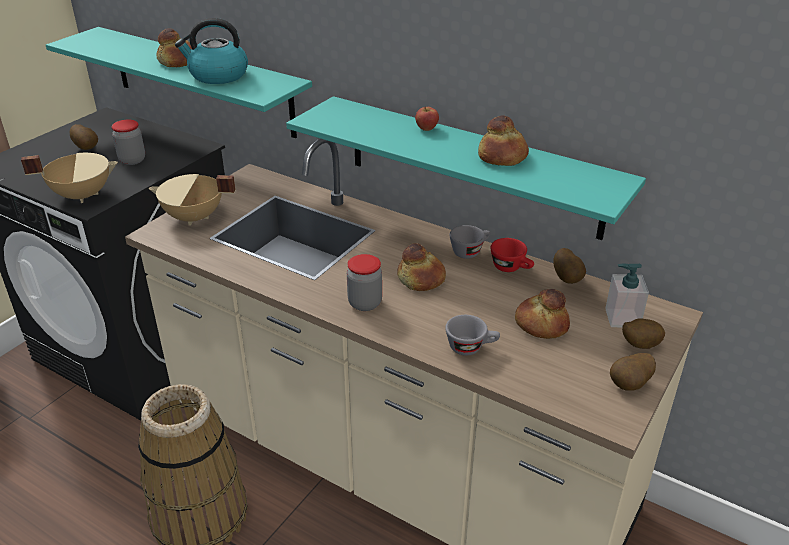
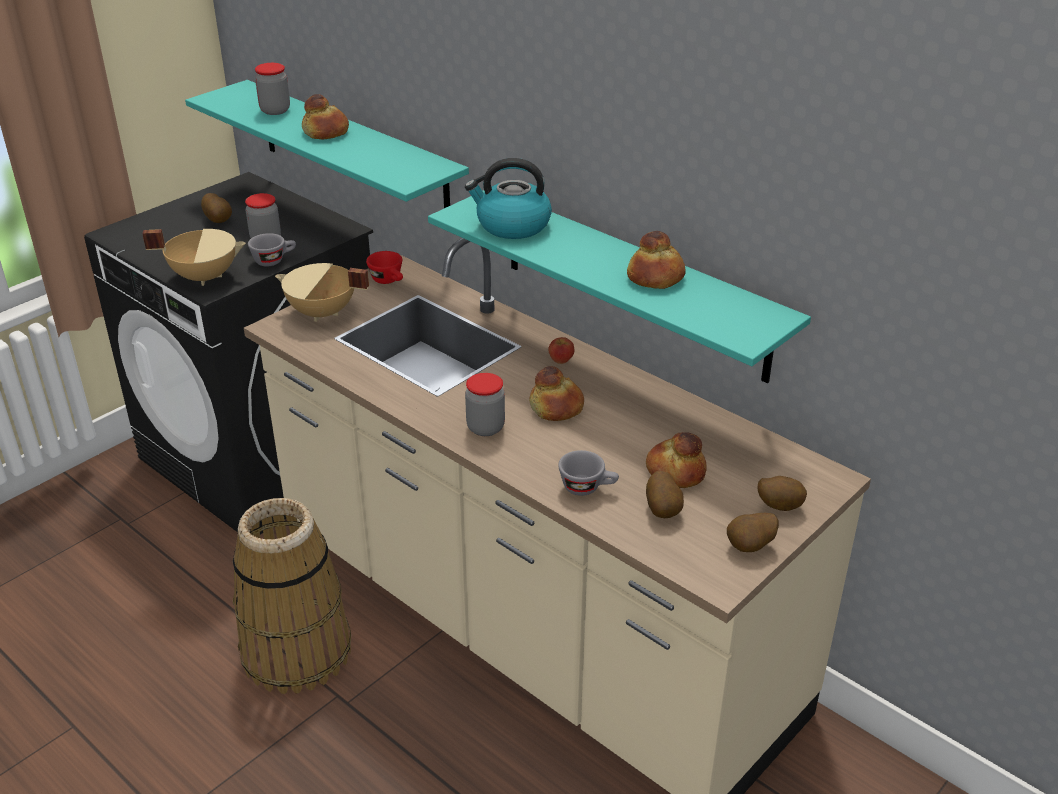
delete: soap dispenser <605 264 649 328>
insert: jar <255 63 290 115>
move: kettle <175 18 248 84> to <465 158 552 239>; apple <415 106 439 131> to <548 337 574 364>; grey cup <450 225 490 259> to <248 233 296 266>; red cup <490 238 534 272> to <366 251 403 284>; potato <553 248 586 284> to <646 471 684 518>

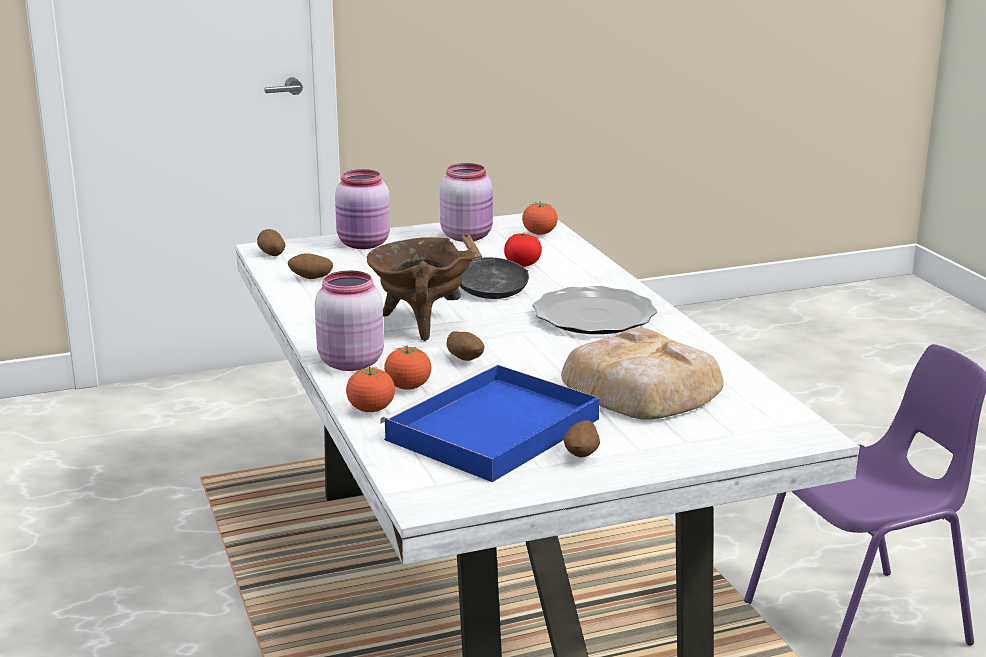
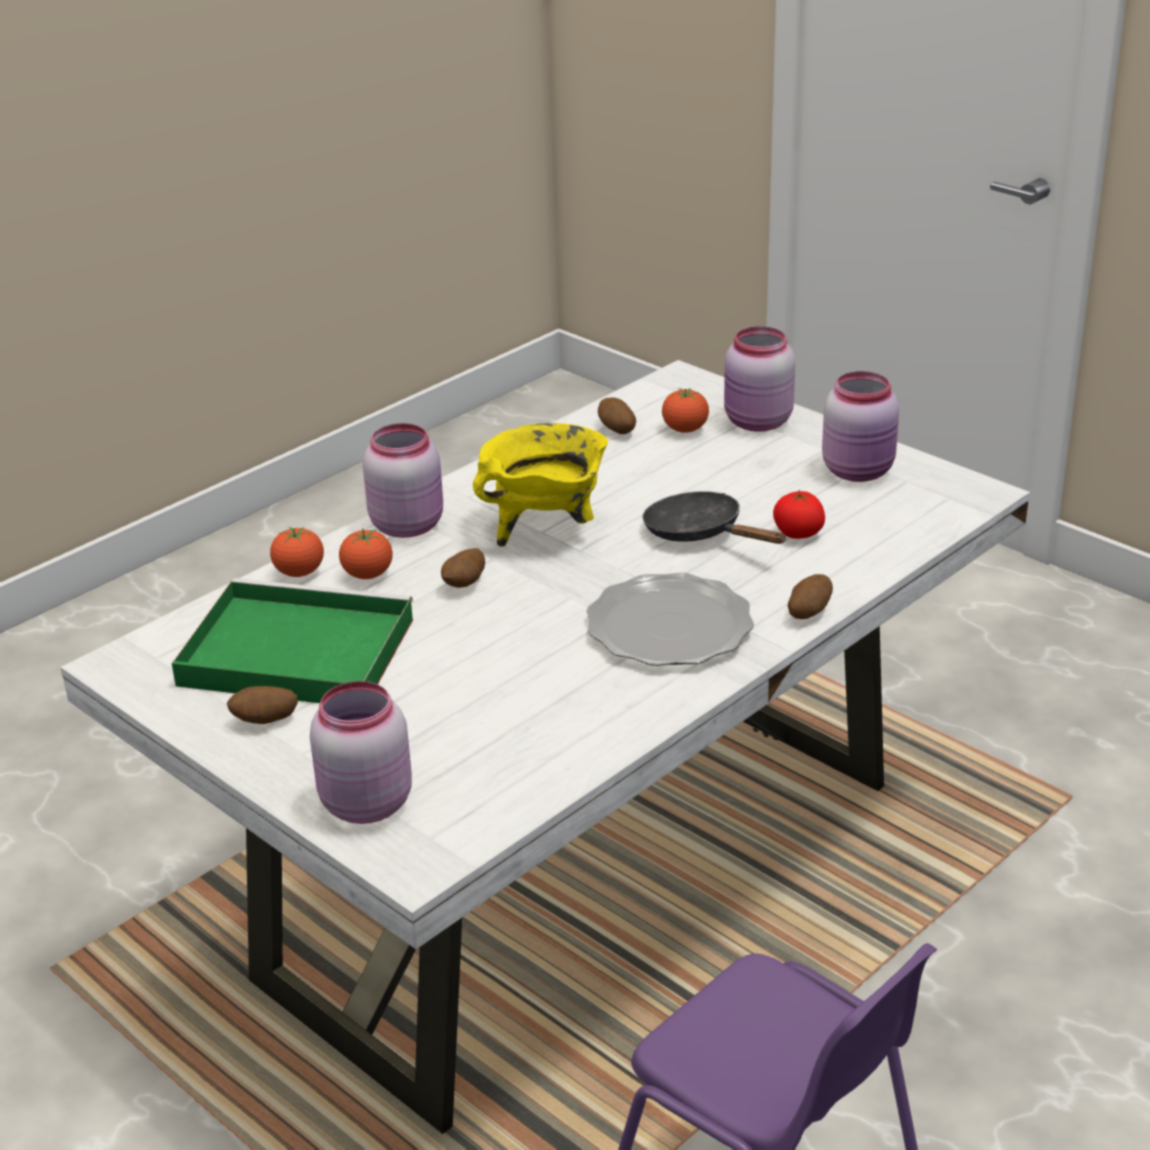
delete: bread <561 327 724 420>
insert: pink jar <310 681 412 824>
move: potato <257 229 285 256> to <788 574 833 619>; tomato <522 202 558 235> to <662 388 709 433>
recolor: brown cooking pot <367 237 475 341> to yellow cooking pot <473 423 608 547>; blue tray <380 363 600 482> to green tray <172 578 414 703>
rotate: black frying pan <460 234 529 299> = <642 491 786 544> 90 degrees clockwise

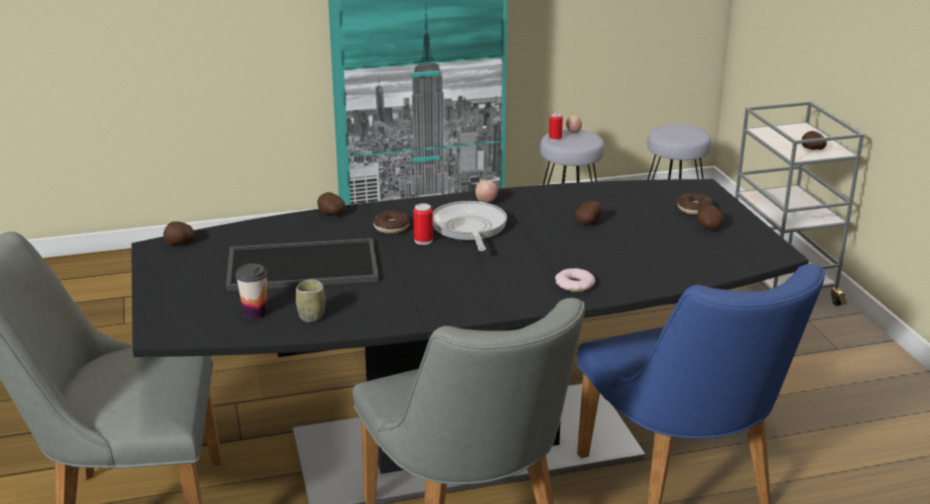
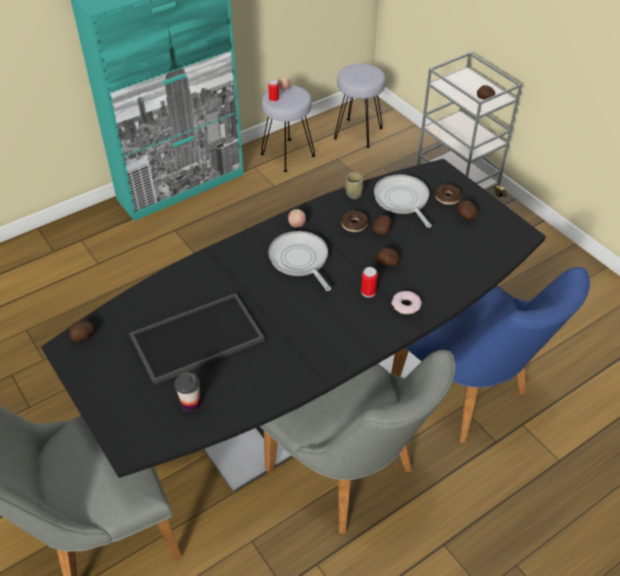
insert: frying pan <374 175 432 228>
move: cup <296 279 325 323> to <345 172 364 199>; potato <317 192 345 215> to <376 248 400 266>; donut <373 211 410 234> to <341 211 369 232>; can <413 204 433 245> to <361 267 378 298>

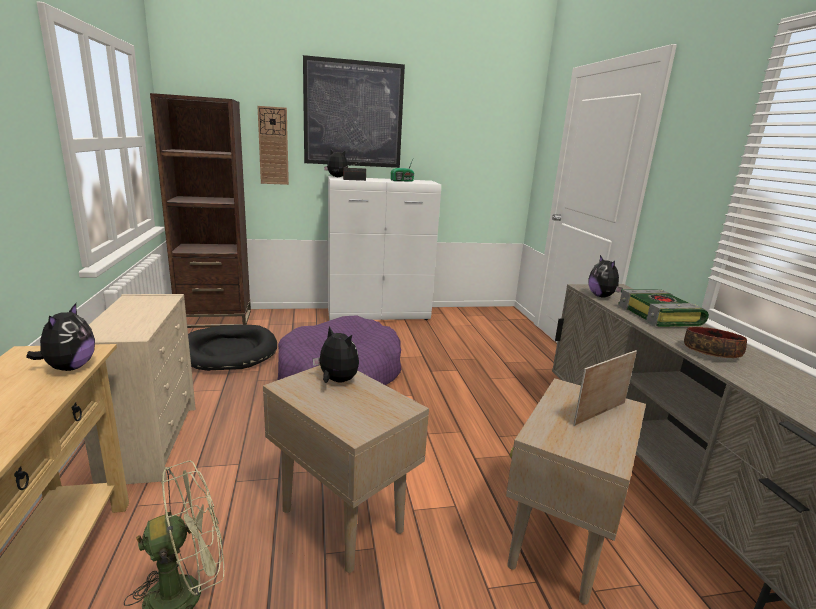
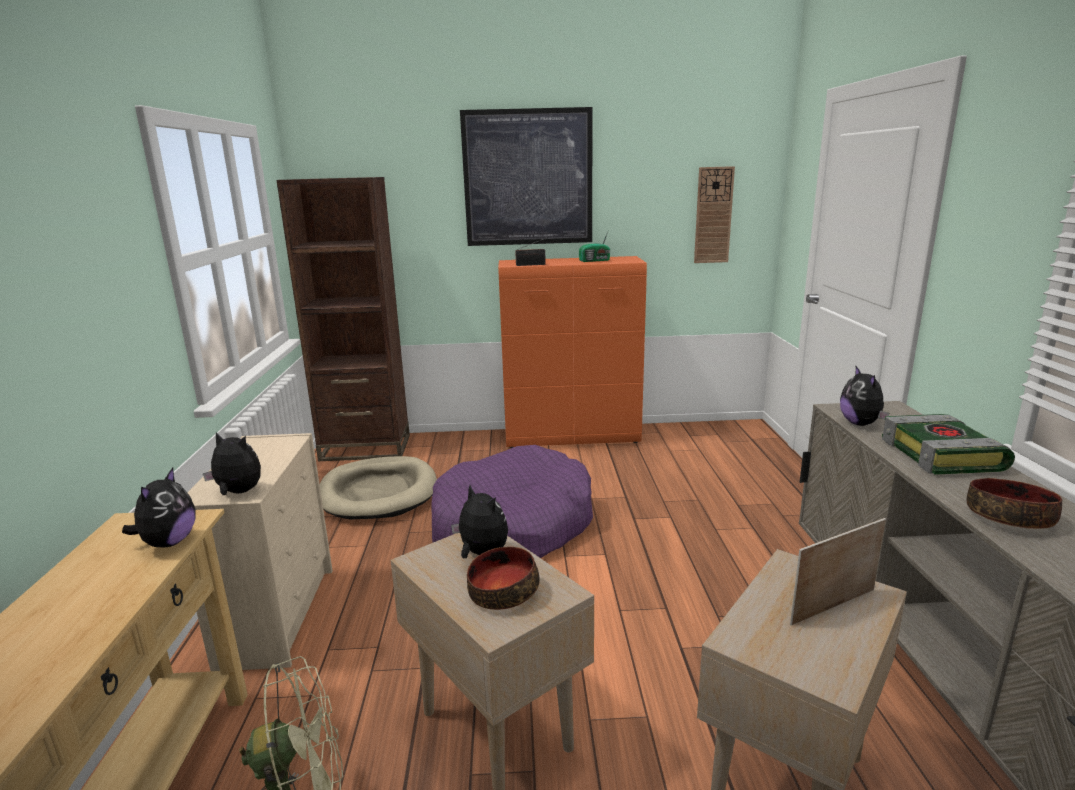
insert: bowl <467 547 540 610>
move: wall clock <258 106 289 185> to <694 166 735 263>; plush toy <324 150 348 177> to <203 432 261 495>
recolor: black dog bed <188 325 277 371> to beige dog bed <320 456 437 520>; white cabinet <328 176 441 321> to orange cabinet <498 256 647 448>

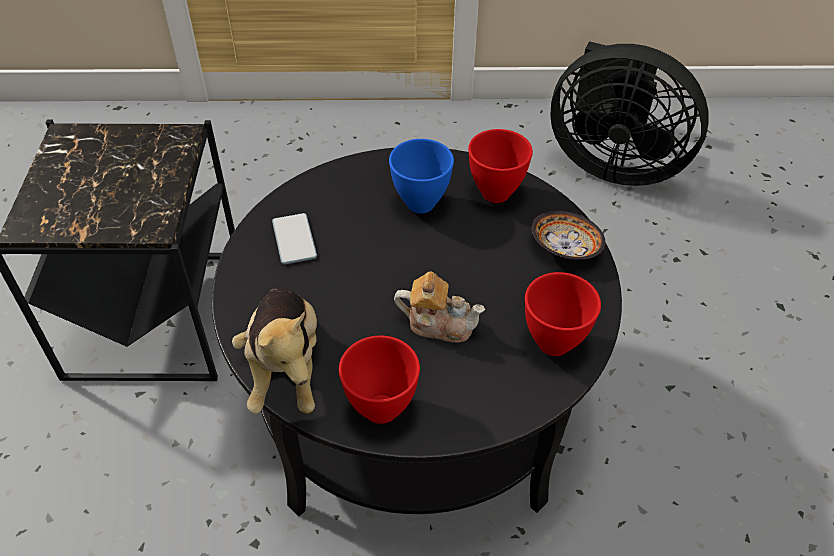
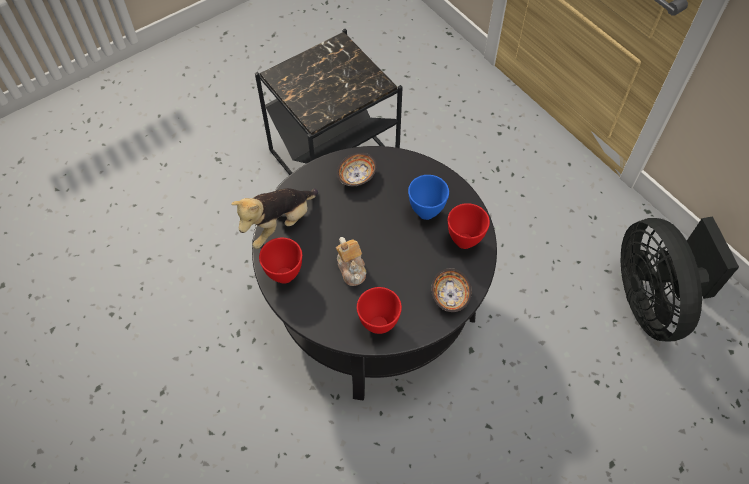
replace: phone <272 213 317 264> to bowl <337 153 377 186>

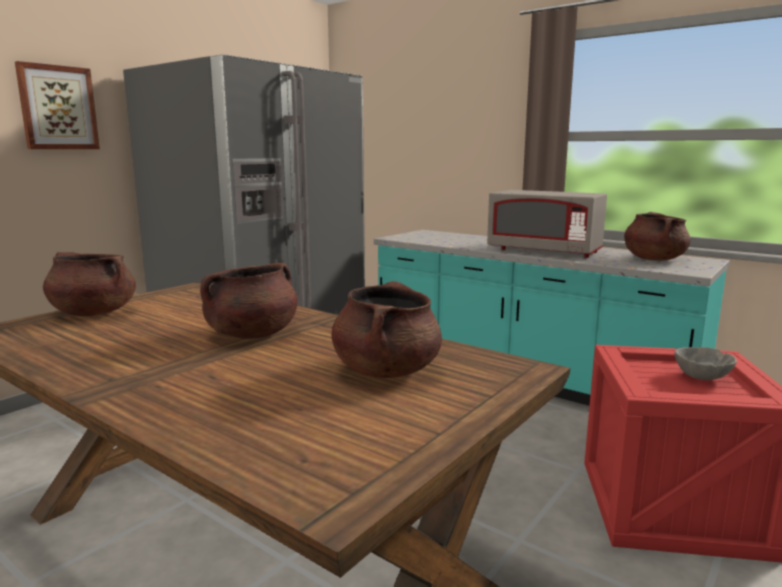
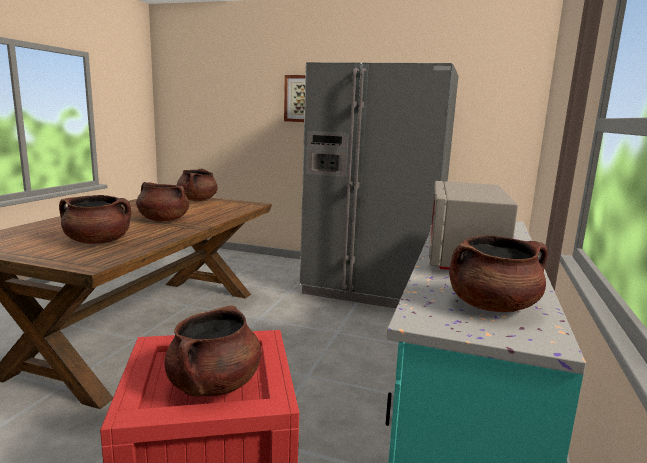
replace: grey bowl <675 347 737 380> to brown cooking pot <165 305 261 397>

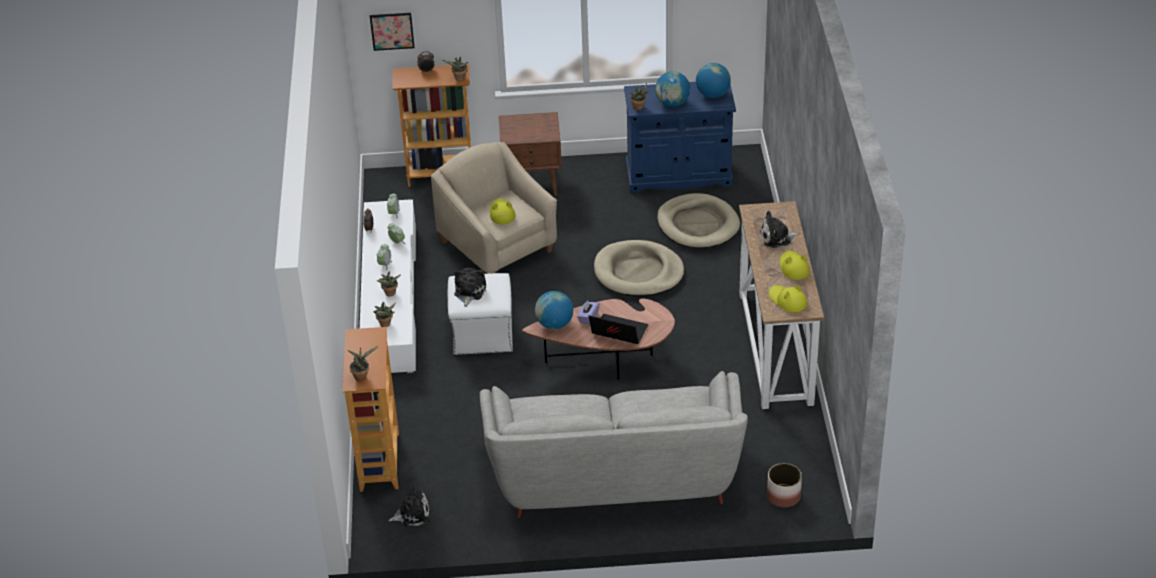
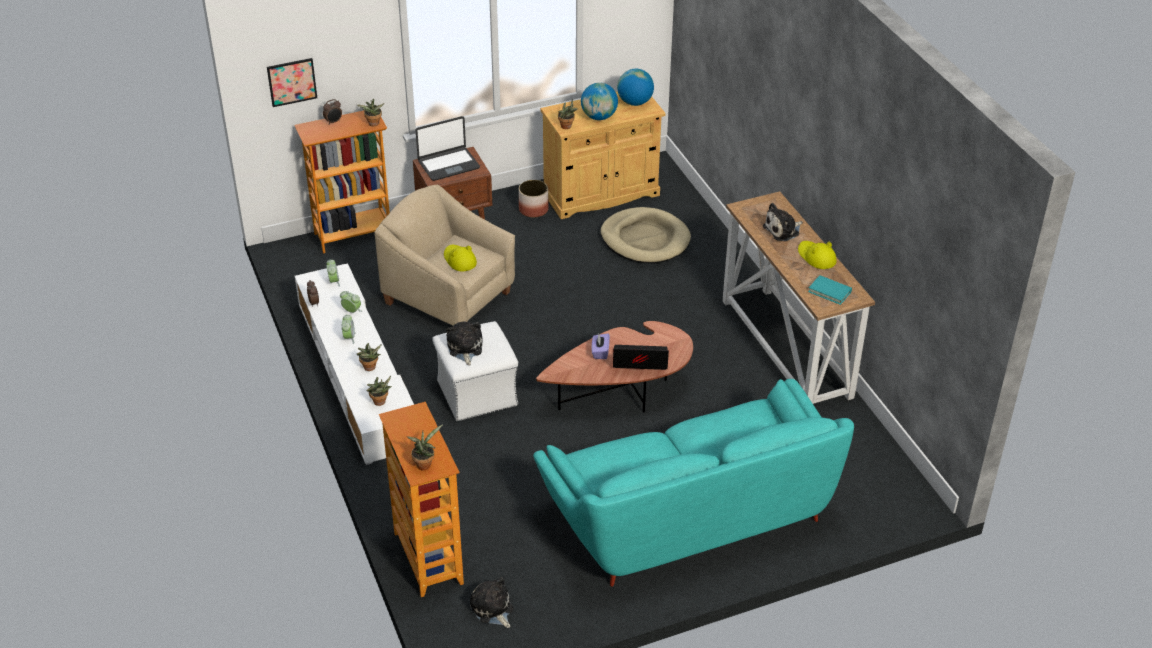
delete: globe <535 291 573 329>; beige dog bed <594 240 684 297>
insert: laptop <416 116 480 181>
move: planter <767 463 802 508> to <519 180 549 218>
replace: yellow hat <769 285 807 312> to turquoise book <808 275 852 305>
recolor: grey sofa <480 371 748 518> to turquoise sofa <533 379 854 587>; blue cabinet <624 82 736 193> to beige cabinet <540 91 666 219>
rotate: plush toy <388 486 430 526> = <470 577 513 628> 90 degrees counterclockwise

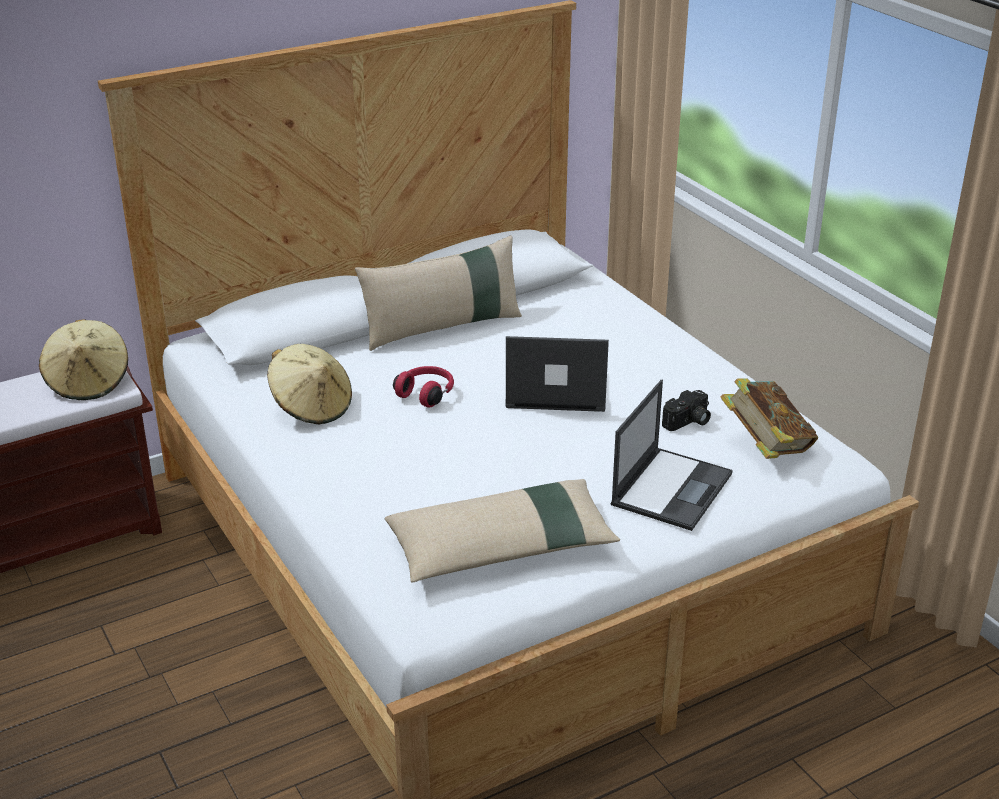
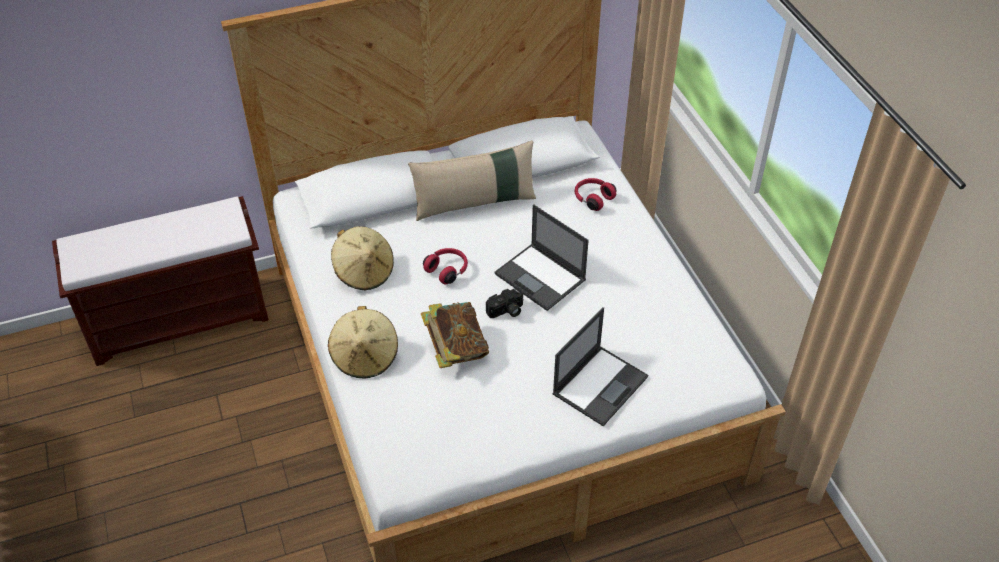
delete: beige pillow <385 479 620 583>
insert: red headphones <575 178 617 211>
move: beige hat <39 319 128 400> to <328 306 398 379>; photo camera <662 390 711 431> to <486 288 524 318>; book <720 378 818 459> to <421 302 489 368>
rotate: laptop <505 336 609 412> = <495 204 589 311> 150 degrees counterclockwise

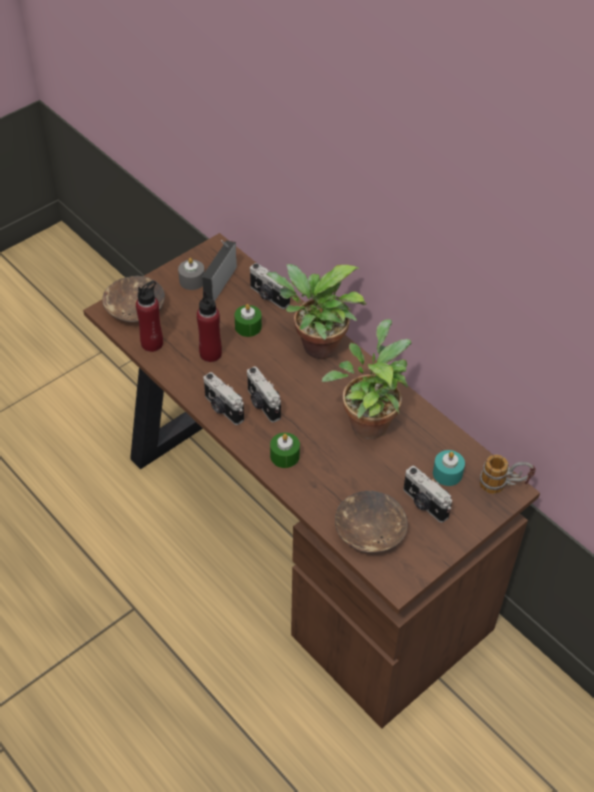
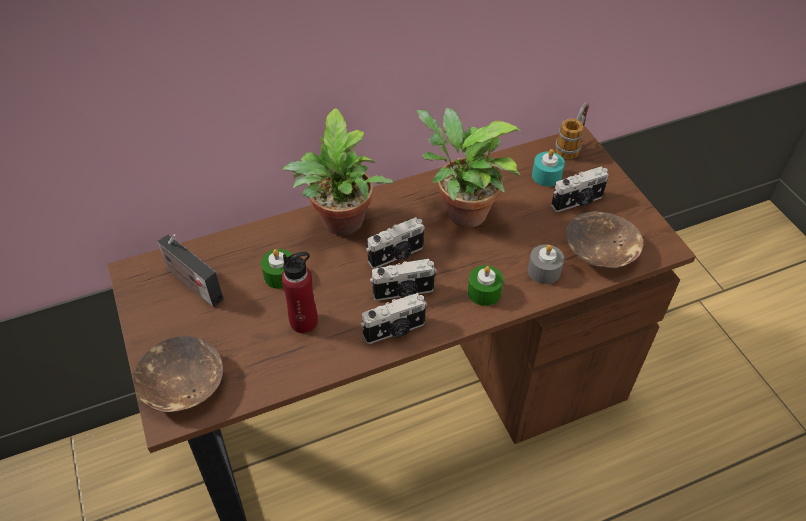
delete: red bottle <136 281 163 352>
move: grey candle <178 258 205 290> to <528 245 564 284>; photo camera <250 263 290 309> to <366 217 425 269>

